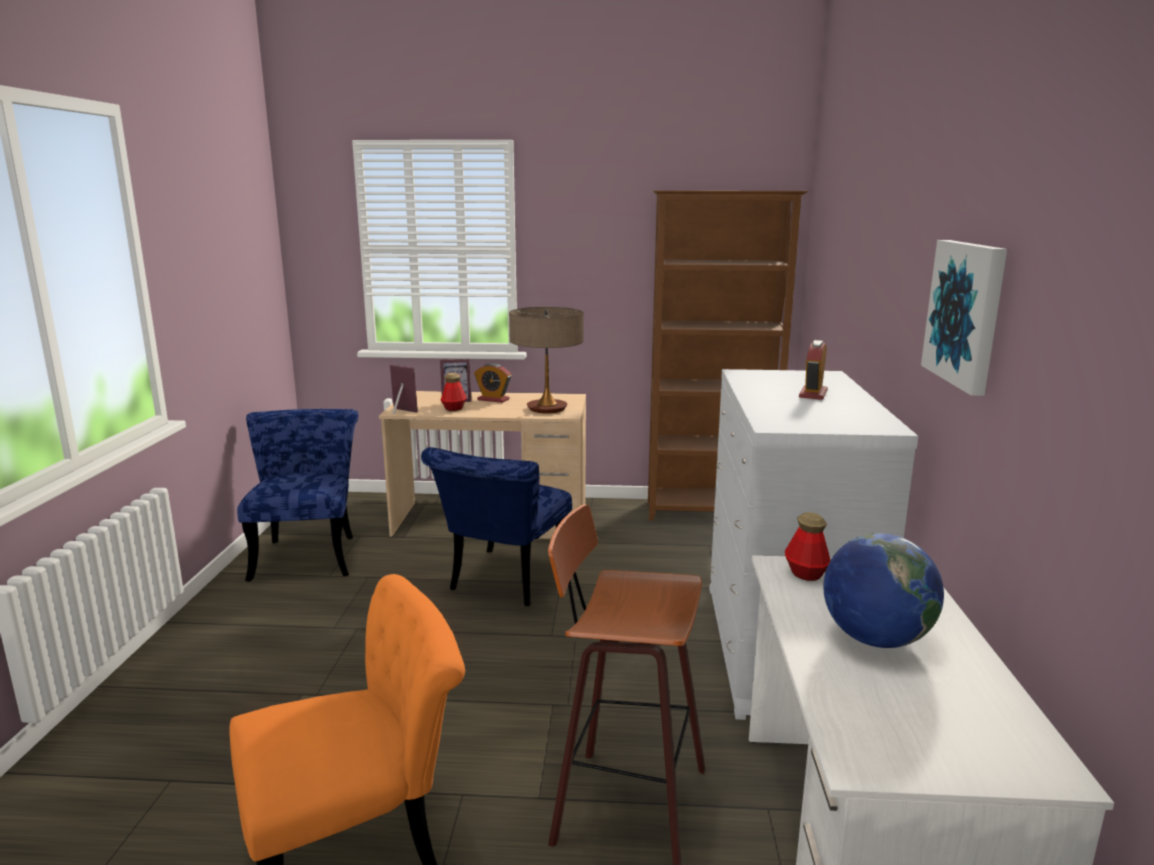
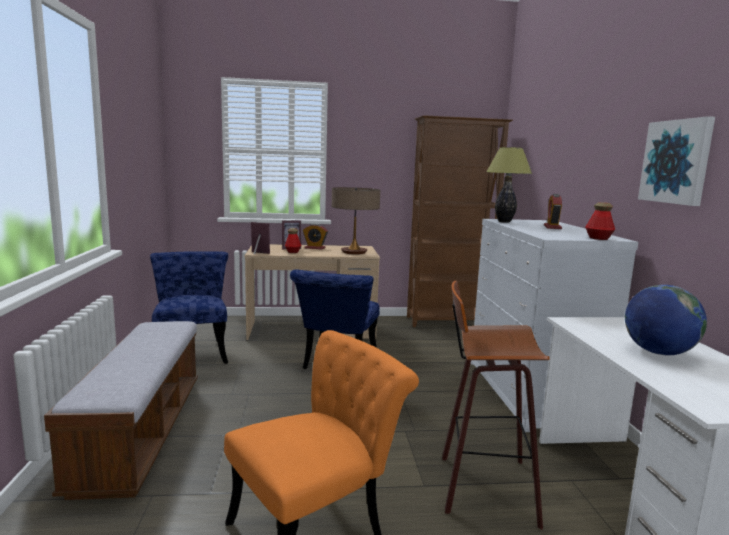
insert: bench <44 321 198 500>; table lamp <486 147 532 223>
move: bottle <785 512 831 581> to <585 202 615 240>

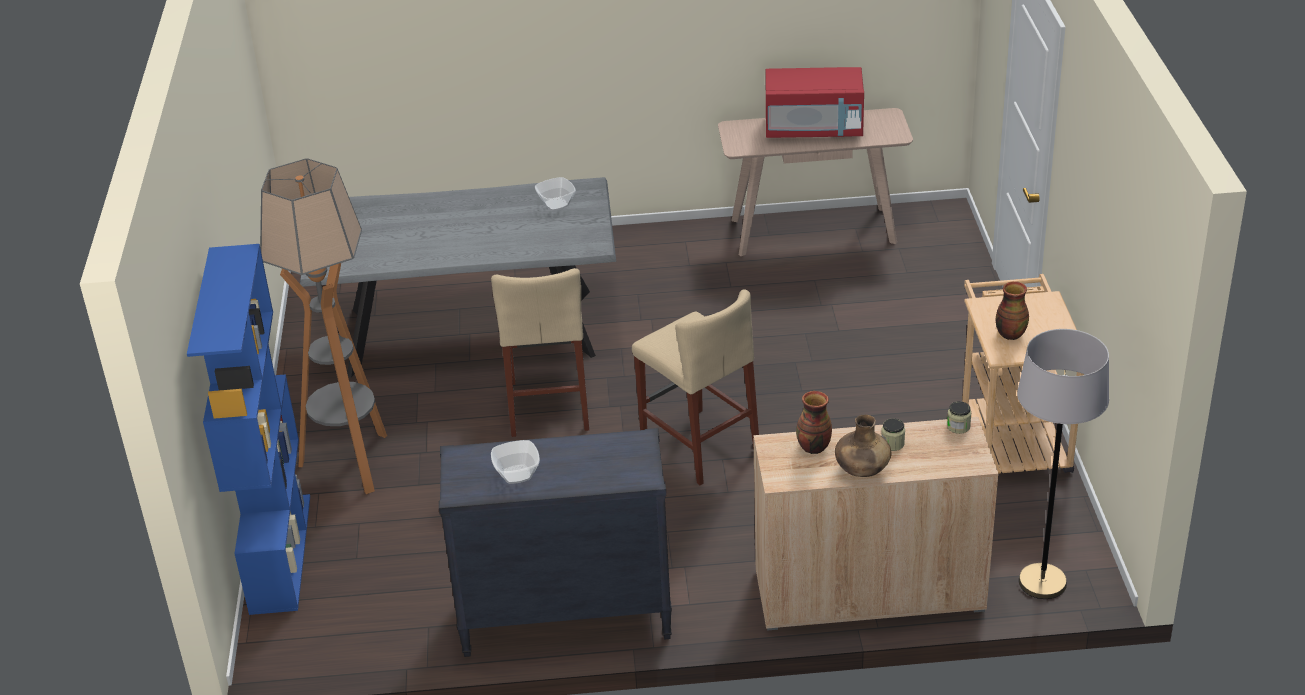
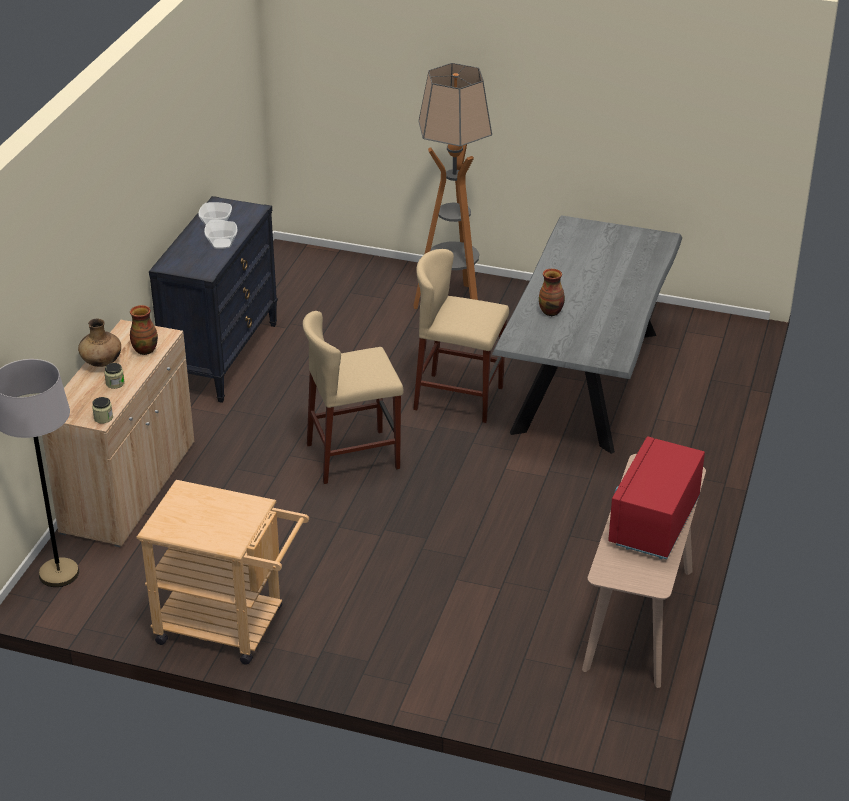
delete: blue bookcase <187 244 310 615>
move: bowl <535 177 576 211> to <204 221 238 249>; vase <996 281 1029 340> to <539 269 565 316>

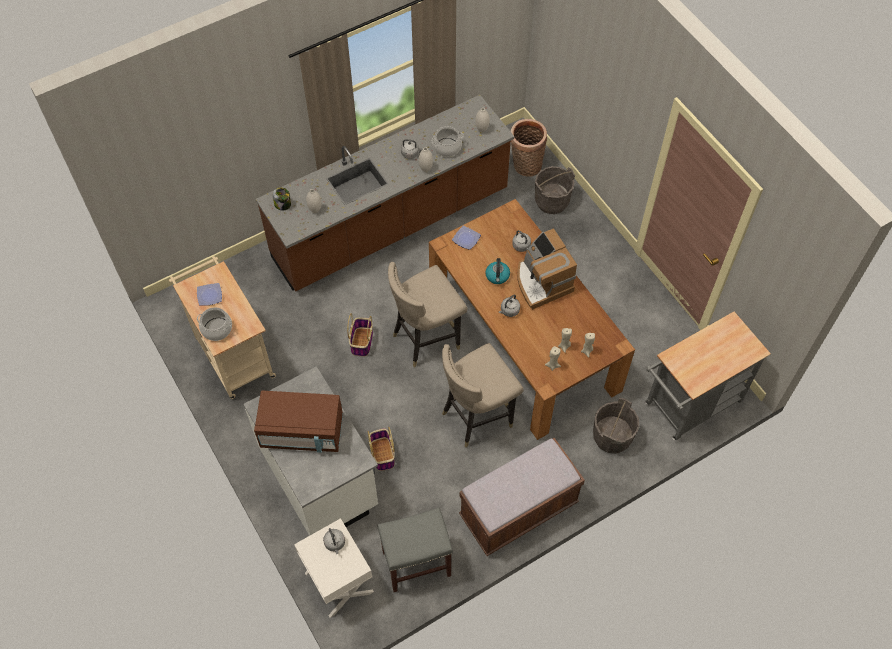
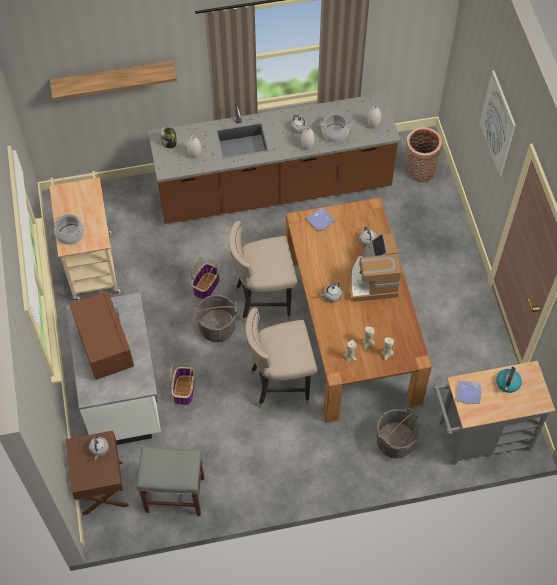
delete: brown bench <459 438 585 556>
insert: shelf <50 61 177 100>; picture <480 70 516 176>
move: plate <197 283 222 306> to <456 381 481 404>; kettle <485 258 510 284> to <496 367 522 393>; grey bucket <535 166 575 214> to <194 295 237 342>
recolor: white nightstand <294 518 374 618> to brown nightstand <65 431 129 515>
rotate: brown microwave <254 391 343 453> = <70 291 134 380> 135 degrees counterclockwise

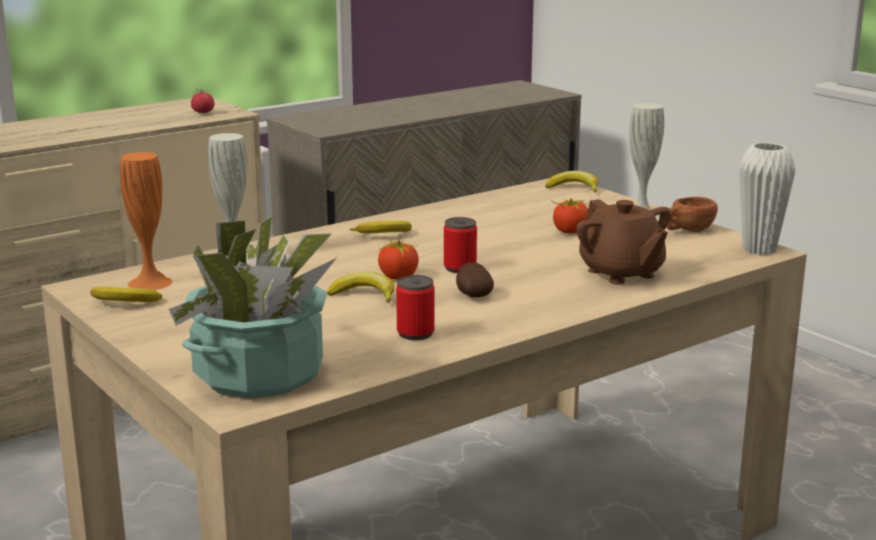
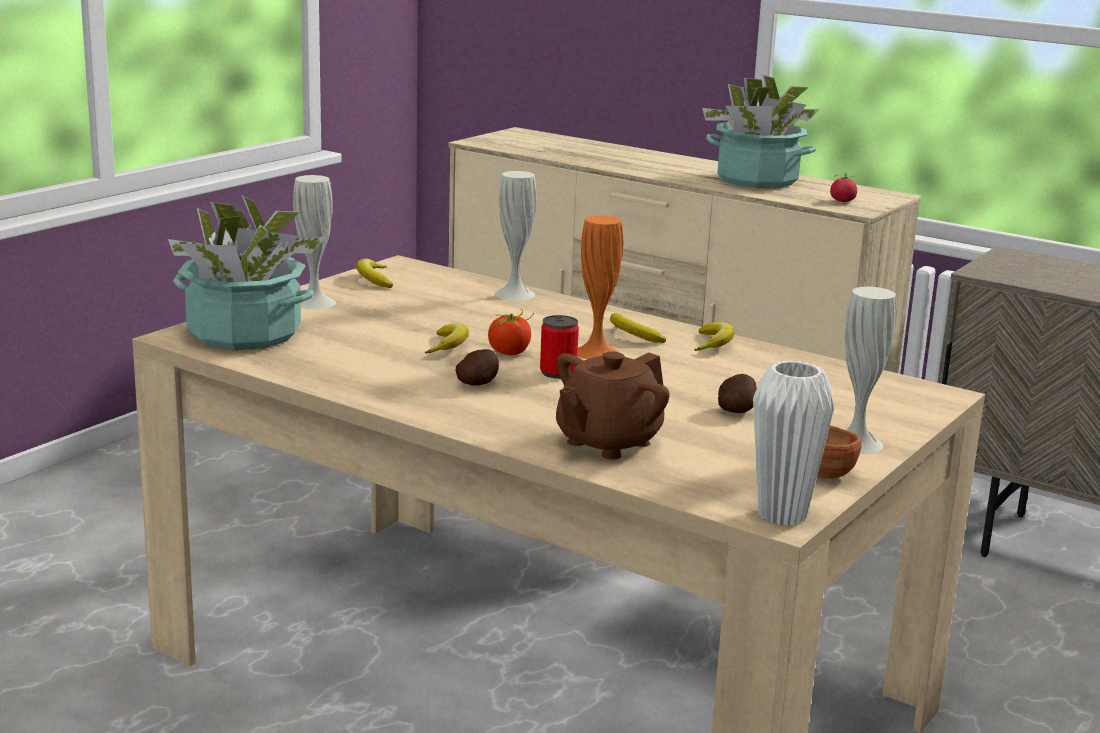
delete: can <396 275 434 340>
insert: white vase <293 175 336 309>; potted plant <702 75 820 188>
move: orange vase <120 152 172 290> to <577 215 623 359>; banana <545 171 598 193> to <694 322 734 351>
replace: tomato <551 198 589 234> to potato <718 374 757 413>

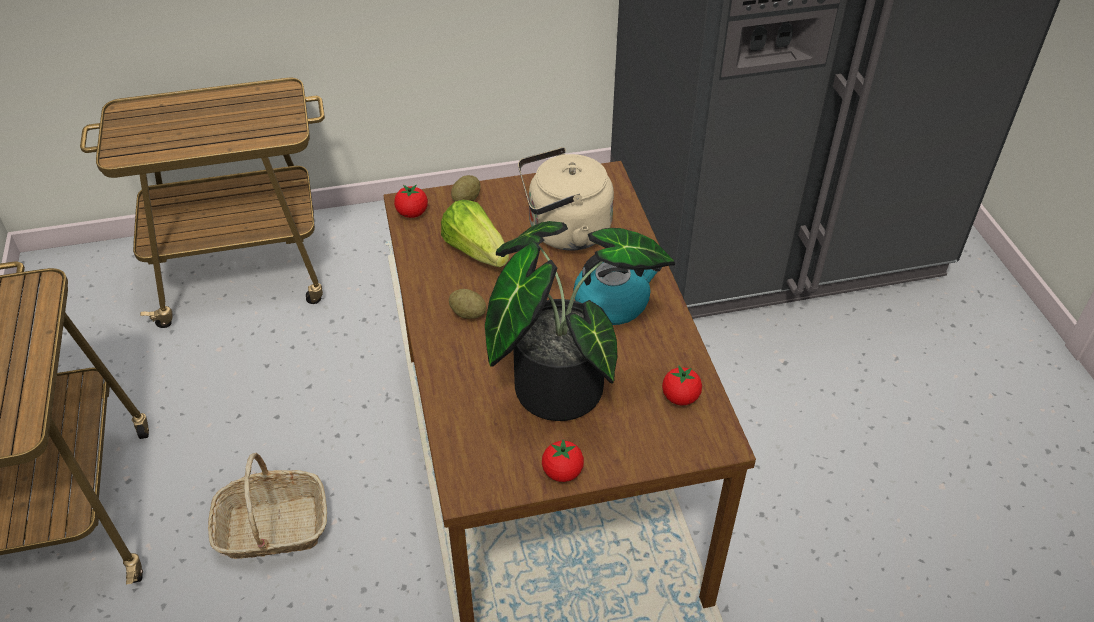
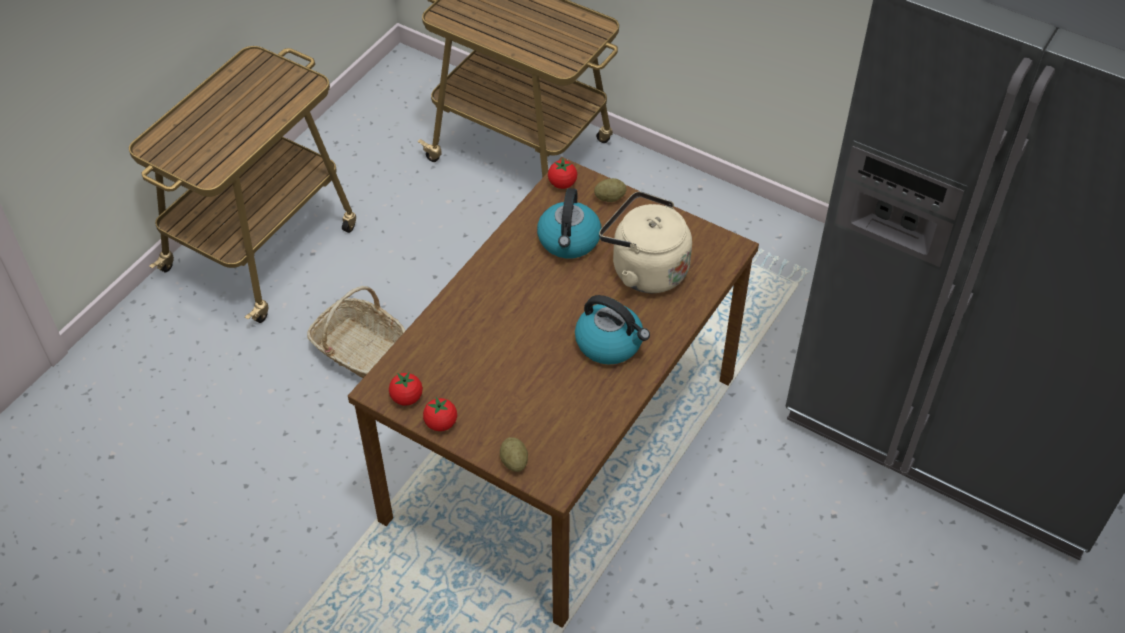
delete: potted plant <485 221 675 421>
move: potato <449 289 486 319> to <500 437 528 472>; tomato <662 365 702 405> to <389 372 423 406>
replace: lettuce <441 200 509 267> to kettle <537 188 601 258>

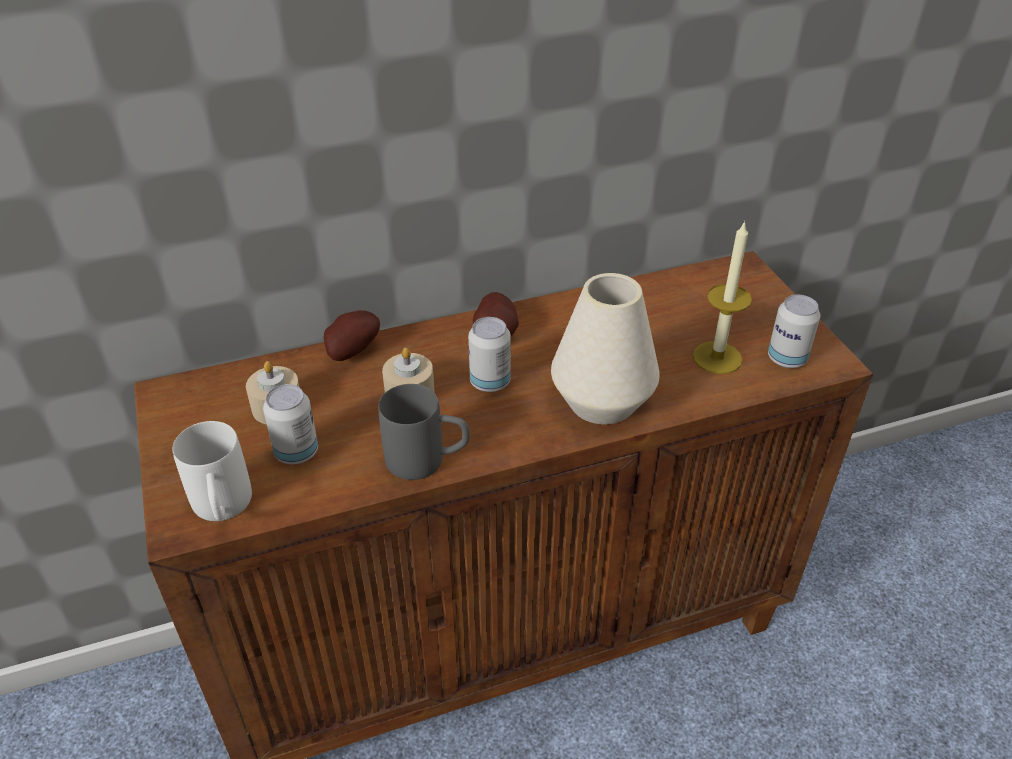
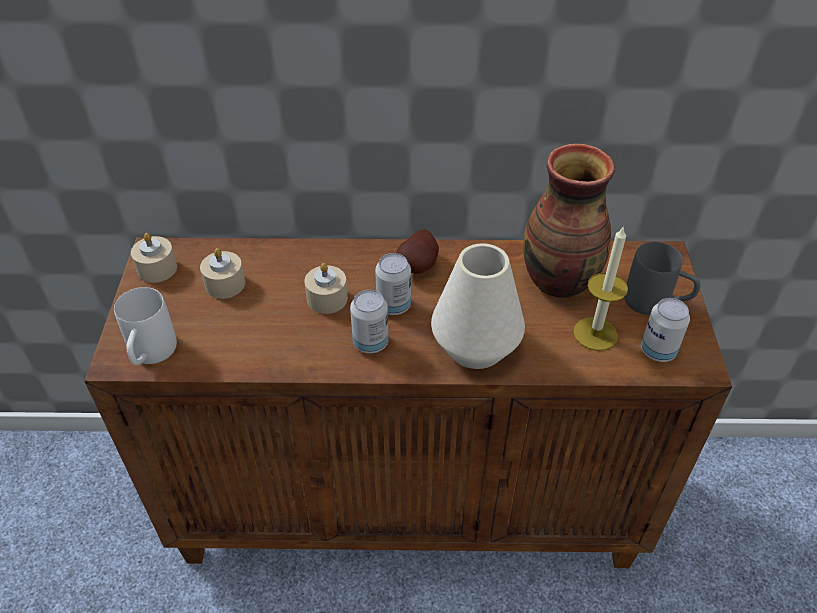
delete: potato <324 310 380 361>
insert: beige candle <131 233 177 283>; vase <523 144 615 297>
move: can <263 384 318 464> to <350 290 389 353>; grey mug <378 384 470 480> to <624 242 701 315>

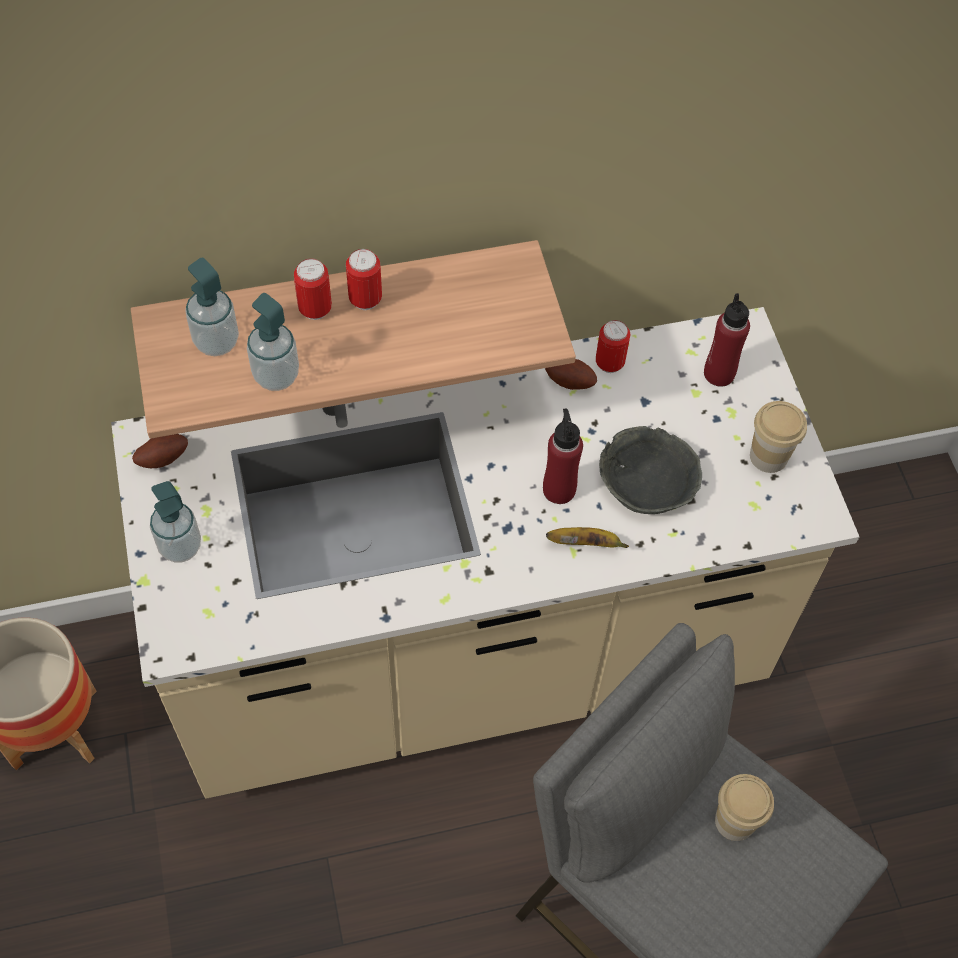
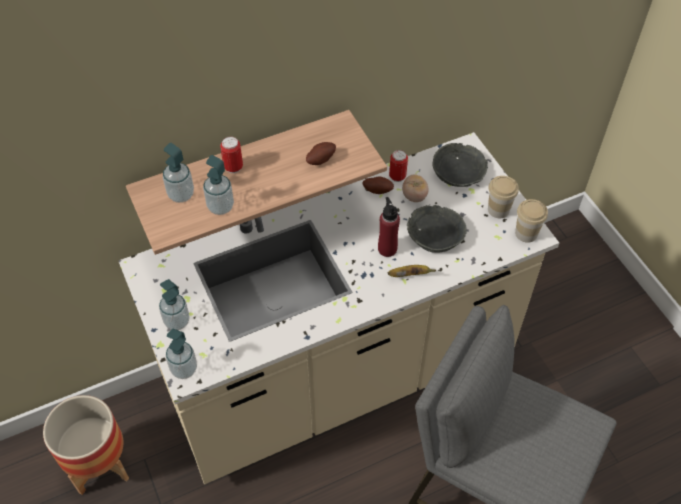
delete: can <346 249 382 310>
insert: soap dispenser <166 328 197 379>; tomato <402 174 429 202>
move: potato <132 434 188 468> to <306 142 336 165>; cup <715 774 774 841> to <515 199 548 243>
replace: red bottle <704 293 750 387> to grey bowl <432 143 488 187>

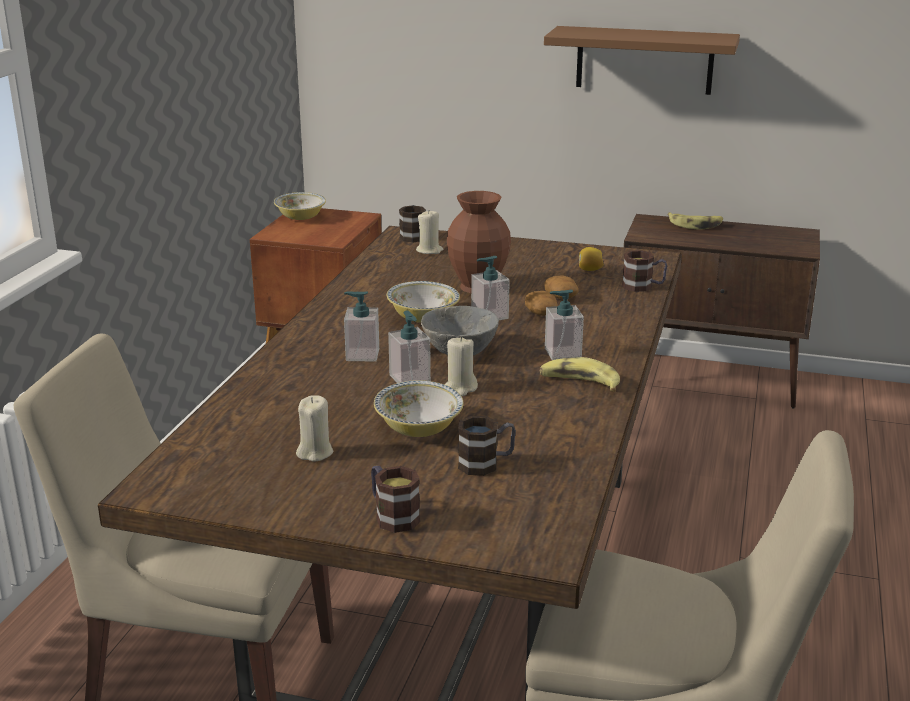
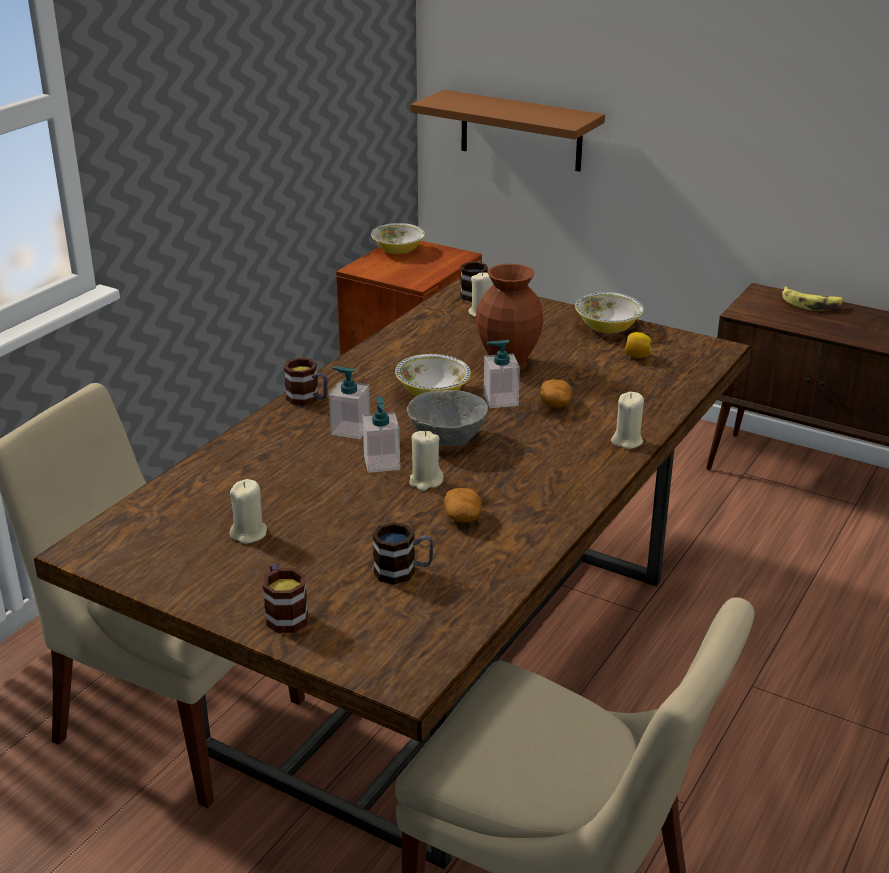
delete: banana <540 357 620 392>; soap dispenser <545 290 584 360>
insert: beige candle <611 392 644 449>
move: bowl <374 380 464 437> to <575 292 644 333>; brown shelf <544 26 740 95> to <410 90 605 172>; potato <544 275 579 299> to <444 488 482 523>; mug <622 250 667 292> to <284 358 328 405>

